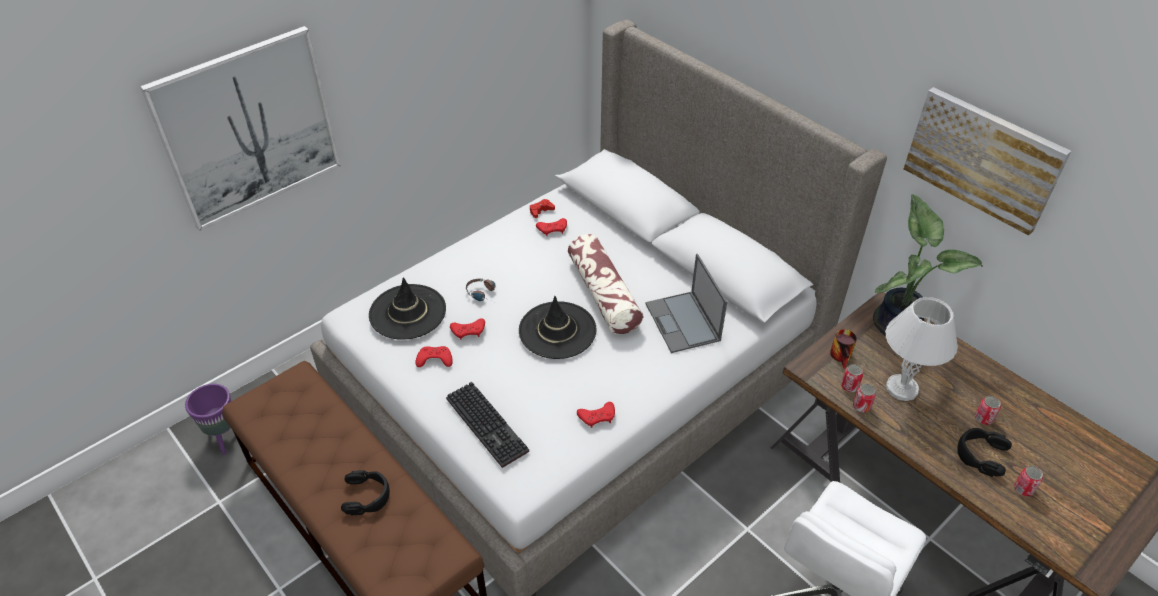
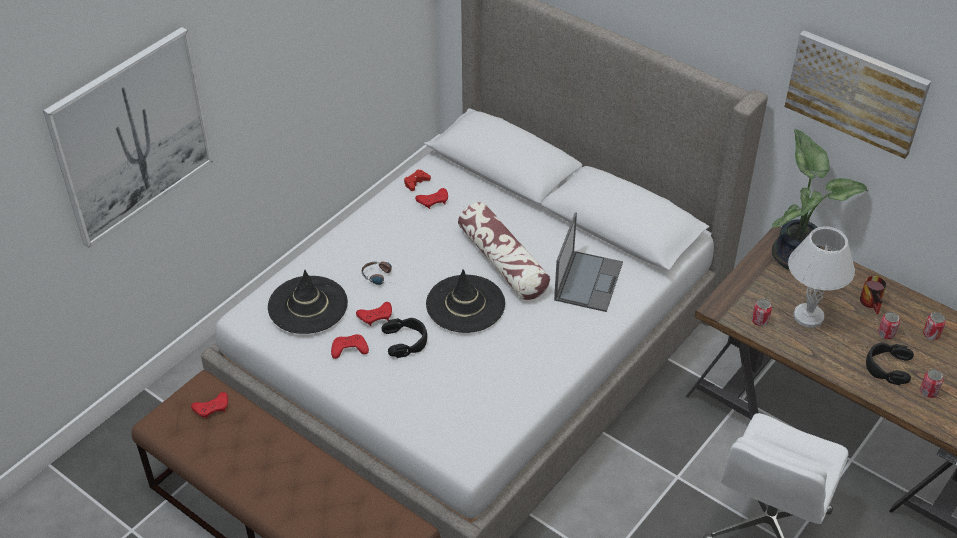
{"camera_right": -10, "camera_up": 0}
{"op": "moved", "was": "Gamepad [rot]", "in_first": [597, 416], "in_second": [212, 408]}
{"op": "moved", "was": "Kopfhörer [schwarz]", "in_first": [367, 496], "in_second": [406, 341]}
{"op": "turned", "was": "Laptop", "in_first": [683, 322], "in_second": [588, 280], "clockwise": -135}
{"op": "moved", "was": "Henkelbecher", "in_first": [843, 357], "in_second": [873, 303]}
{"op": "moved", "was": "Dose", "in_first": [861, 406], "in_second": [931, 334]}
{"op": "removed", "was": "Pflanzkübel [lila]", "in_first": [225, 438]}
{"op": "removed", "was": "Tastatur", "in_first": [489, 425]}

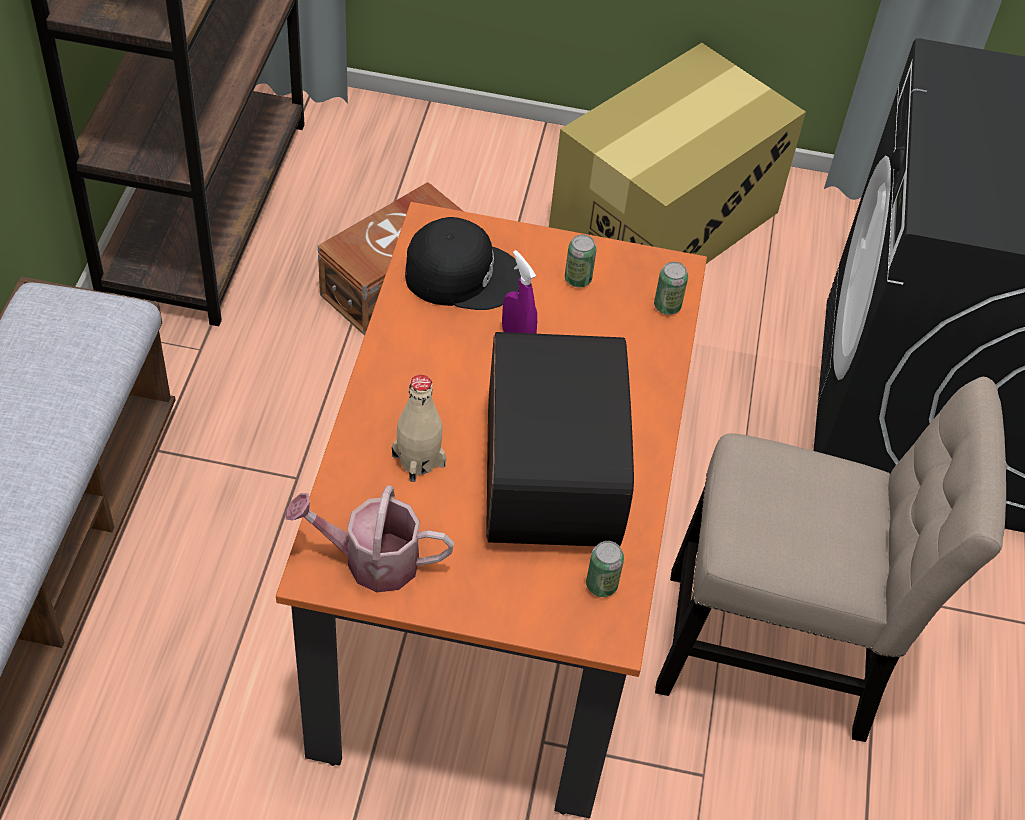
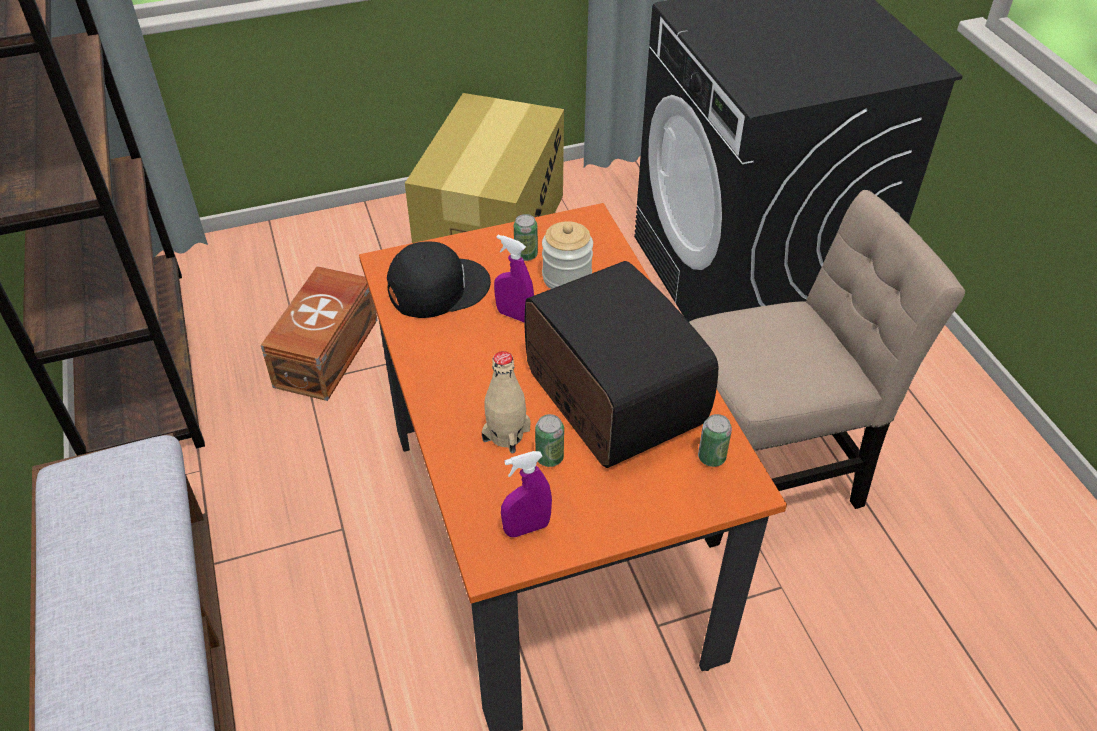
{"camera_right": -25, "camera_up": -5}
{"op": "replaced", "was": "Gießkanne", "now": "Sprühflasche [lila]", "in_first": [371, 560], "in_second": [526, 528]}
{"op": "moved", "was": "Dose", "in_first": [667, 306], "in_second": [549, 457]}
{"op": "added", "now": "Vorratsglas", "in_second": [567, 277]}

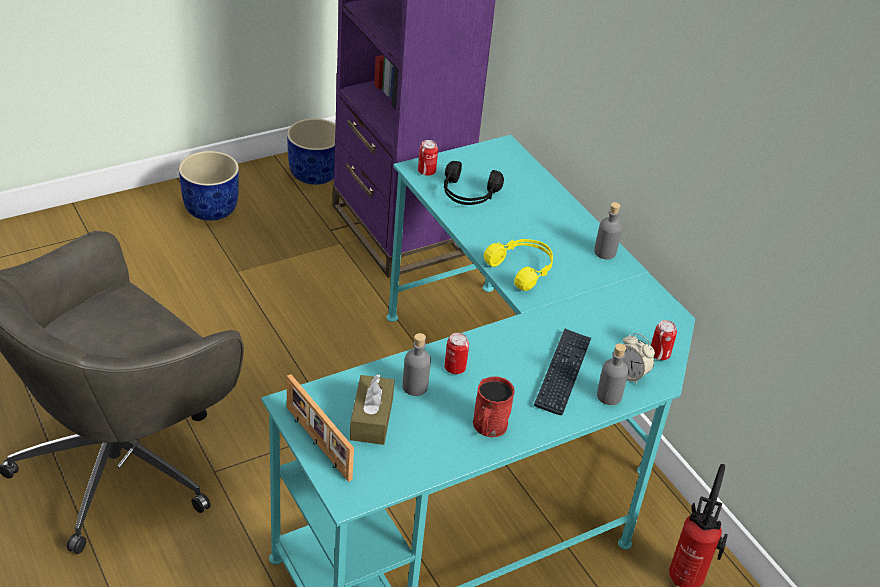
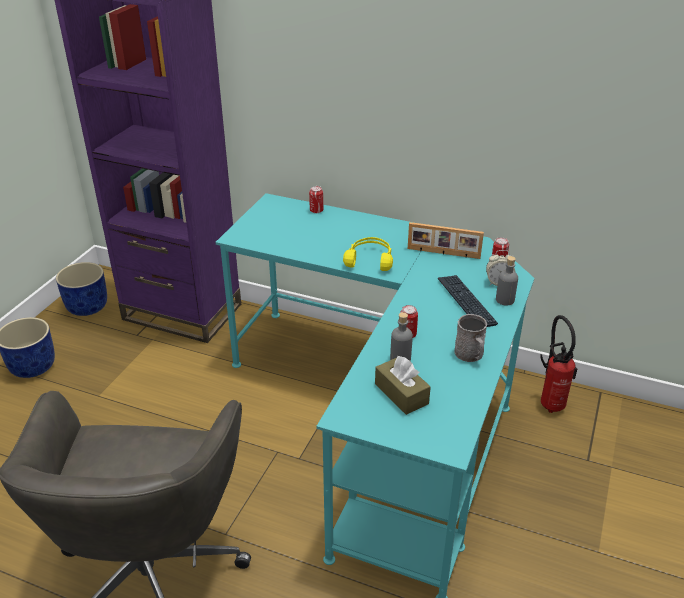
{"camera_right": -35, "camera_up": -5}
{"op": "moved", "was": "Dose", "in_first": [426, 171], "in_second": [316, 210]}
{"op": "moved", "was": "Bilderrahmen", "in_first": [317, 443], "in_second": [443, 253]}
{"op": "recoloured", "was": "Henkelbecher [rot]", "now": "Henkelbecher [grau]", "in_first": [489, 427], "in_second": [470, 355]}
{"op": "removed", "was": "Kopfhörer [schwarz]", "in_first": [468, 194]}
{"op": "removed", "was": "Flasche [grau]", "in_first": [605, 252]}

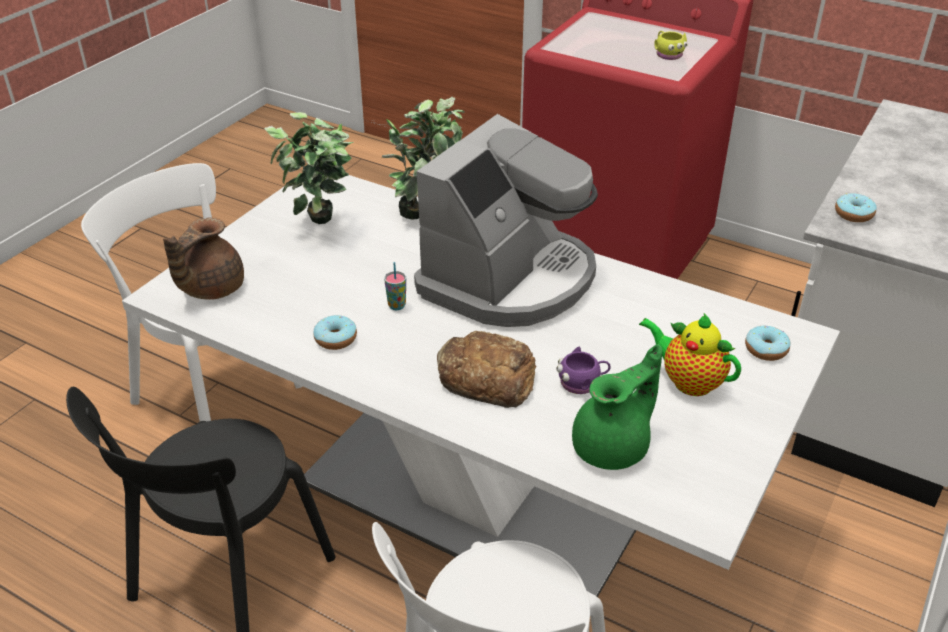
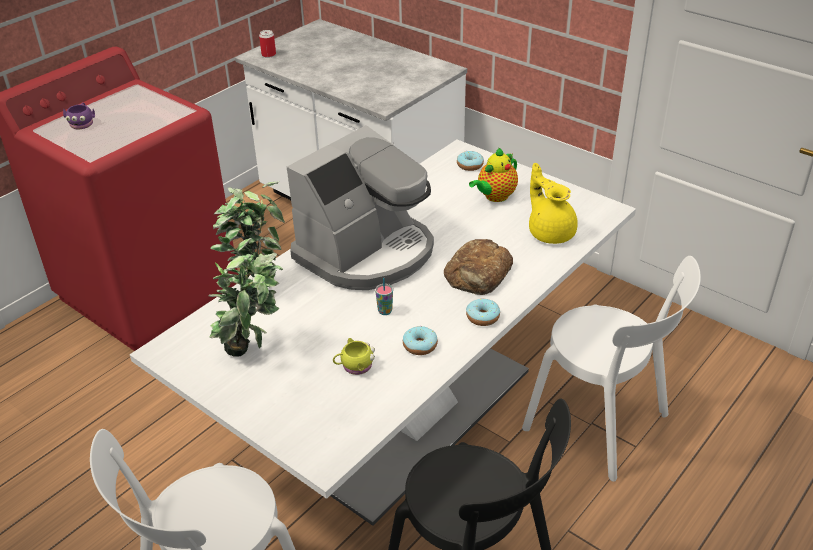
{"camera_right": -80, "camera_up": 0}
{"op": "moved", "was": "Henkelbecher [lila]", "in_first": [582, 382], "in_second": [82, 123]}
{"op": "added", "now": "Dose", "in_second": [268, 55]}
{"op": "turned", "was": "Kaffeemaschine", "in_first": [509, 279], "in_second": [367, 253], "clockwise": 90}
{"op": "moved", "was": "Henkelbecher [gelb]", "in_first": [667, 54], "in_second": [354, 366]}
{"op": "moved", "was": "Donut", "in_first": [853, 214], "in_second": [482, 317]}
{"op": "recoloured", "was": "Teekanne [grün]", "now": "Teekanne [gelb]", "in_first": [613, 447], "in_second": [550, 232]}
{"op": "removed", "was": "Teekanne [braun]", "in_first": [210, 288]}

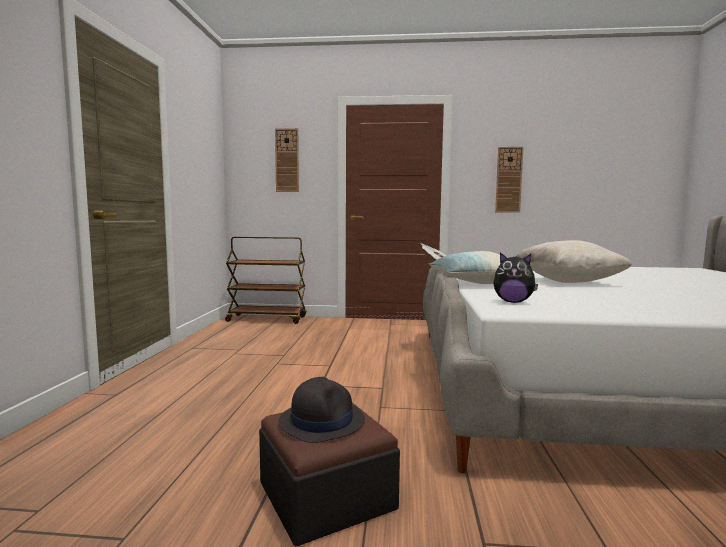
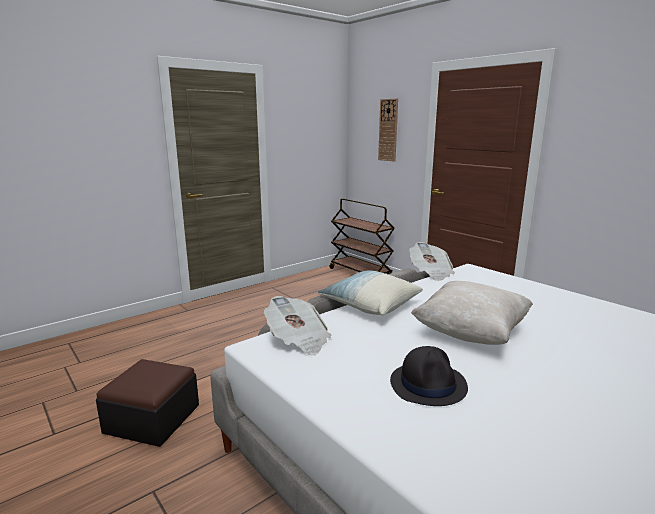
{"camera_right": 45, "camera_up": 10}
{"op": "replaced", "was": "Plüschtier", "now": "Zeitung", "in_first": [513, 302], "in_second": [298, 340]}
{"op": "moved", "was": "Hut [schwarz]", "in_first": [322, 421], "in_second": [428, 384]}
{"op": "removed", "was": "Wanduhr", "in_first": [508, 180]}

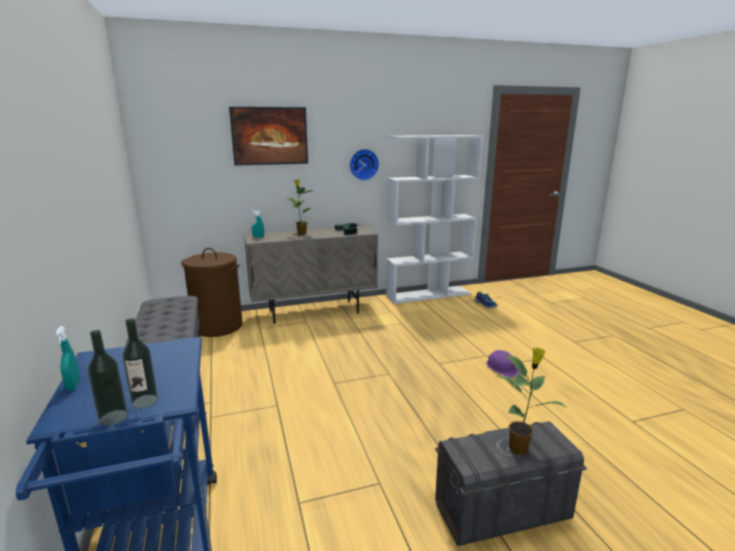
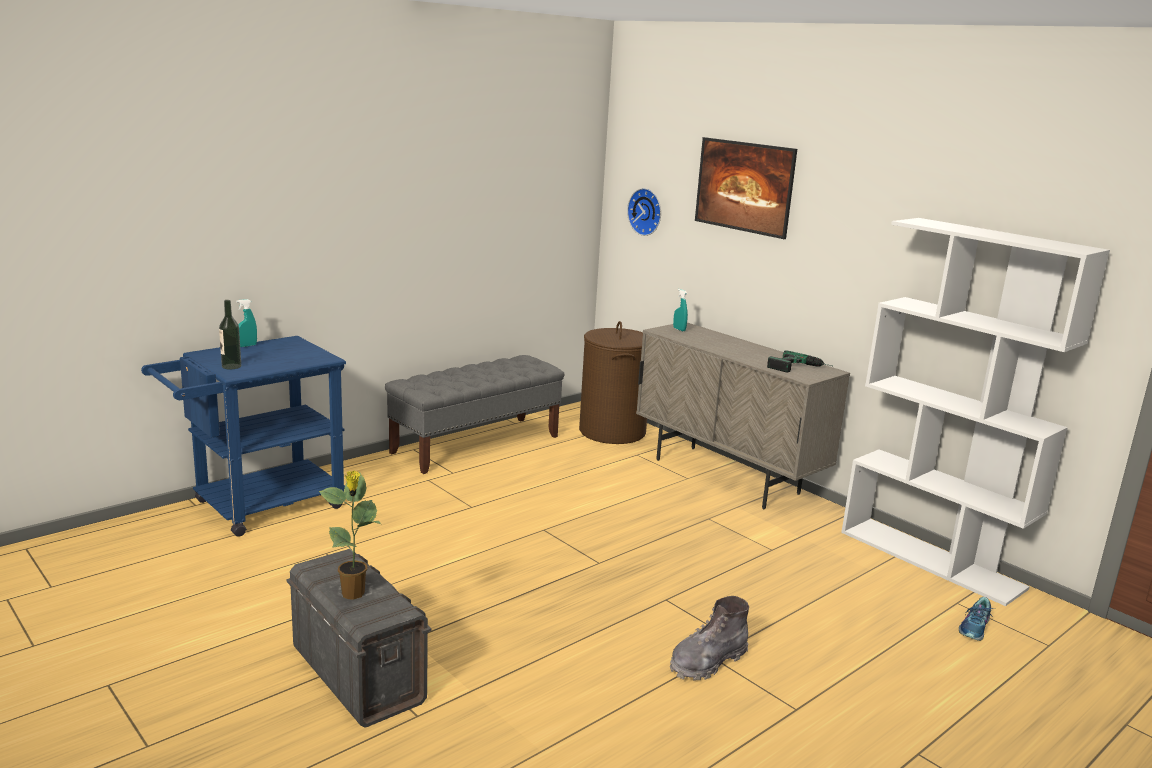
{"camera_right": 65, "camera_up": 0}
{"op": "moved", "was": "Wanduhr", "in_first": [363, 164], "in_second": [646, 211]}
{"op": "replaced", "was": "Schutzhelm [lila]", "now": "Stiefel [grau]", "in_first": [503, 368], "in_second": [707, 662]}
{"op": "removed", "was": "Flasche", "in_first": [113, 417]}
{"op": "removed", "was": "Topfpflanze", "in_first": [301, 233]}

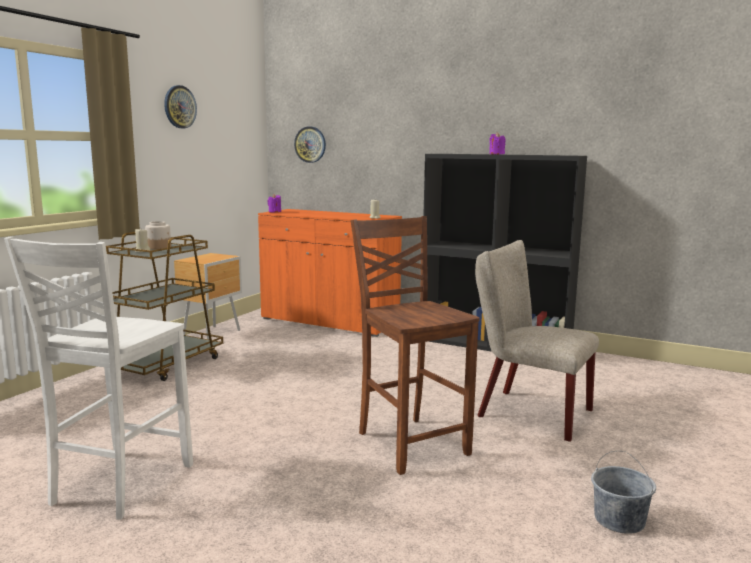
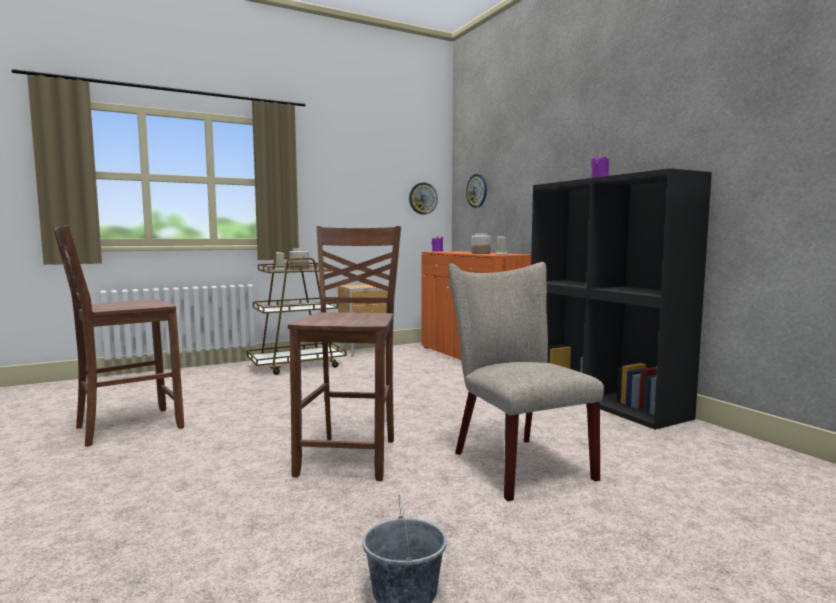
{"camera_right": 35, "camera_up": -5}
{"op": "recoloured", "was": "Stuhl [weiß]", "now": "Stuhl [braun]", "in_first": [119, 485], "in_second": [126, 427]}
{"op": "moved", "was": "Wanduhr", "in_first": [179, 107], "in_second": [422, 198]}
{"op": "added", "now": "Vorratsglas", "in_second": [480, 253]}

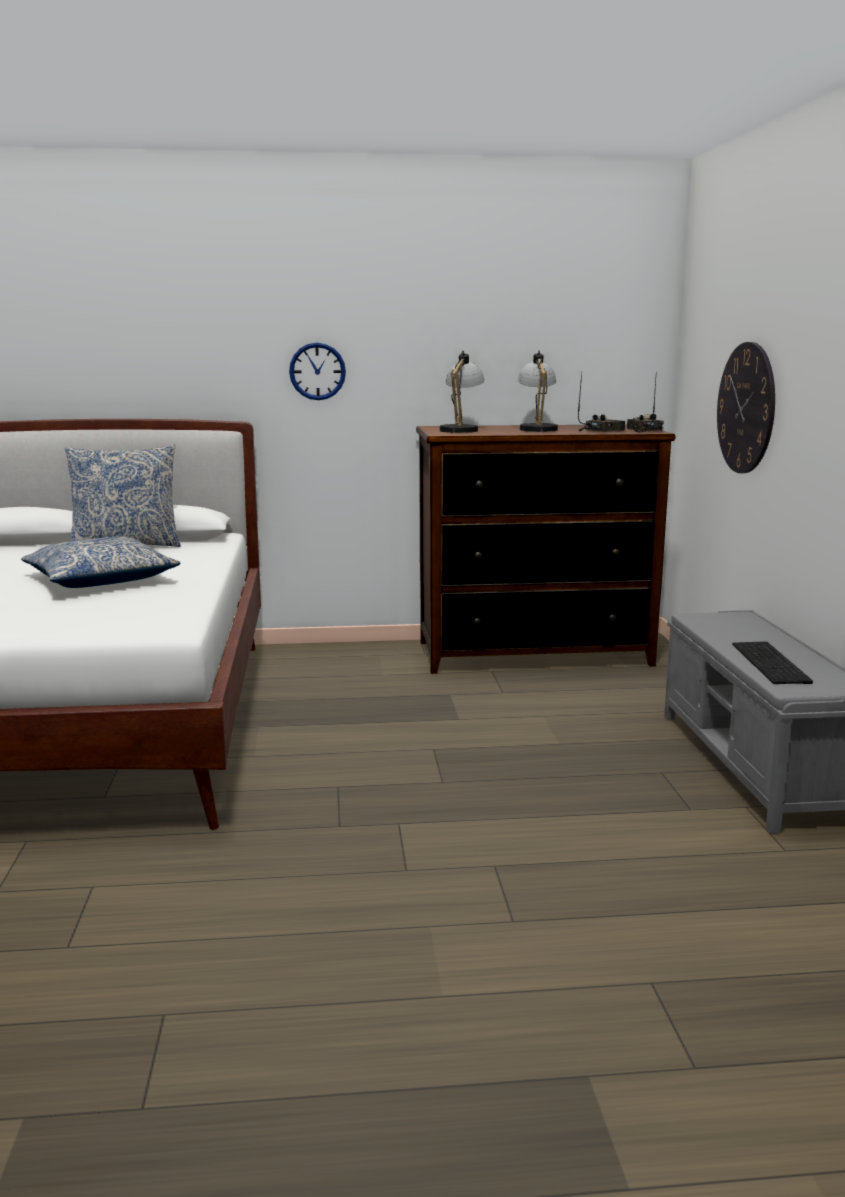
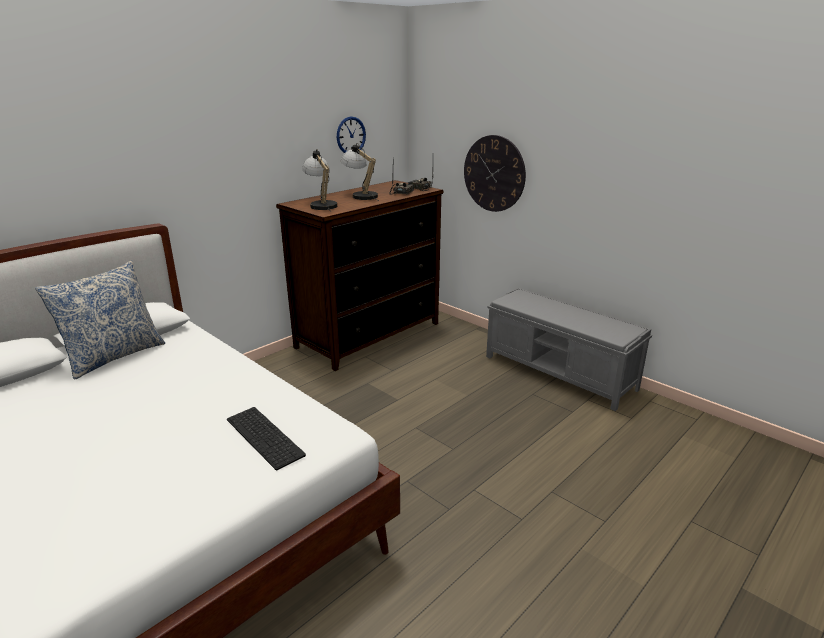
{"camera_right": -40, "camera_up": 10}
{"op": "moved", "was": "Tastatur", "in_first": [772, 663], "in_second": [267, 436]}
{"op": "moved", "was": "Wanduhr", "in_first": [317, 371], "in_second": [351, 135]}
{"op": "removed", "was": "Kissen", "in_first": [100, 580]}

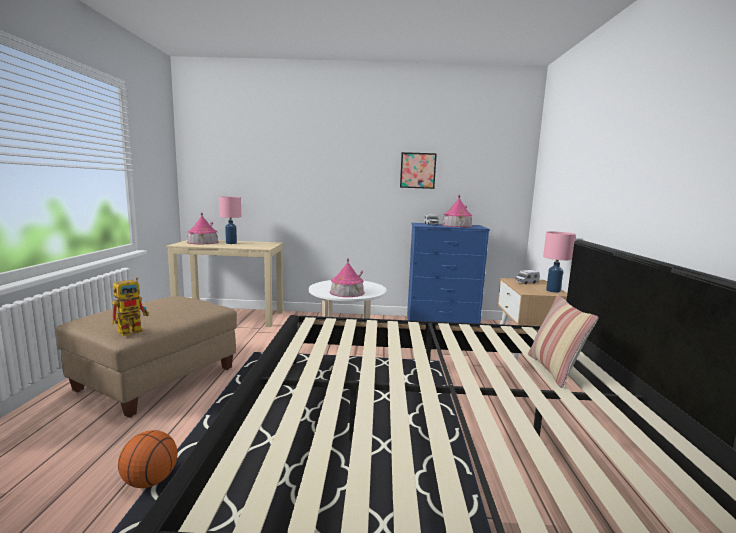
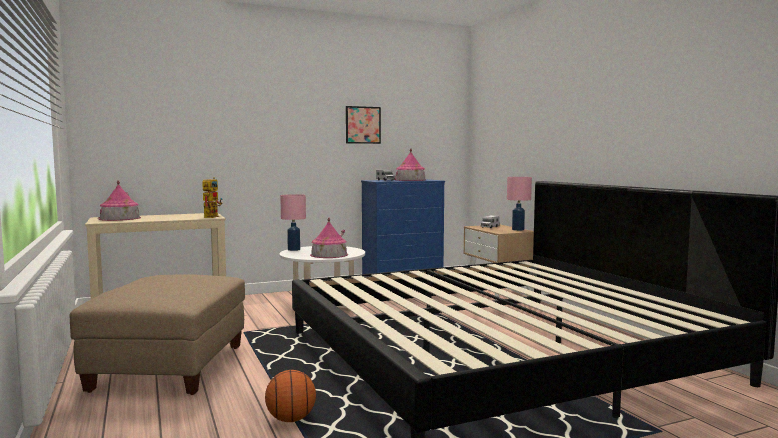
{"camera_right": -25, "camera_up": -5}
{"op": "moved", "was": "Spielzeugroboter", "in_first": [134, 330], "in_second": [212, 216]}
{"op": "moved", "was": "Tischlampe [rosa]", "in_first": [231, 243], "in_second": [293, 250]}
{"op": "removed", "was": "Kissen", "in_first": [554, 370]}

